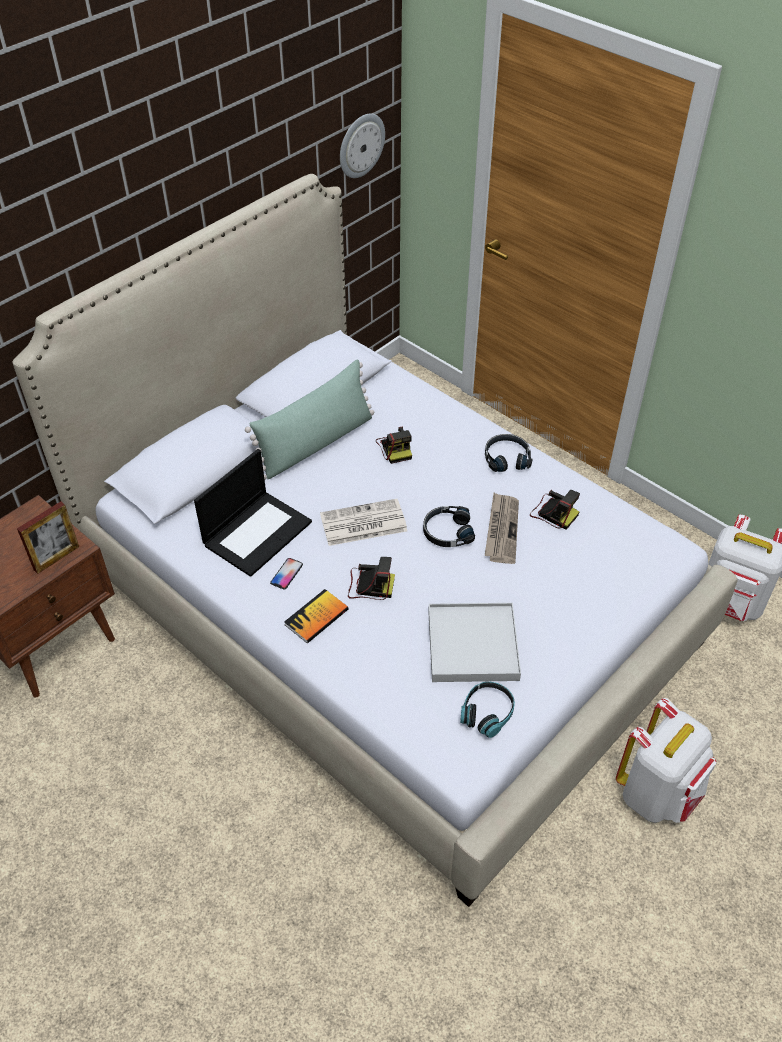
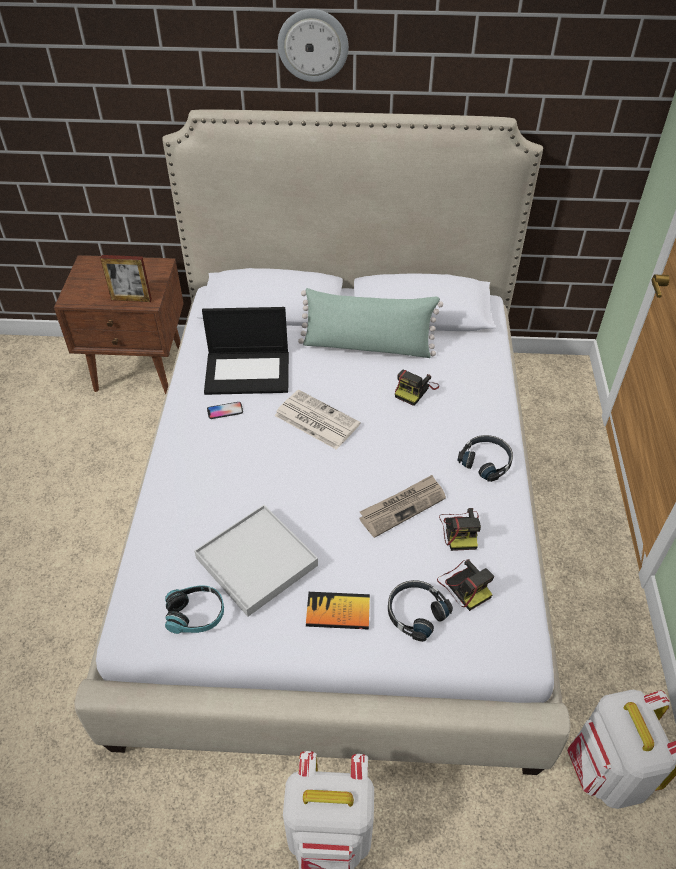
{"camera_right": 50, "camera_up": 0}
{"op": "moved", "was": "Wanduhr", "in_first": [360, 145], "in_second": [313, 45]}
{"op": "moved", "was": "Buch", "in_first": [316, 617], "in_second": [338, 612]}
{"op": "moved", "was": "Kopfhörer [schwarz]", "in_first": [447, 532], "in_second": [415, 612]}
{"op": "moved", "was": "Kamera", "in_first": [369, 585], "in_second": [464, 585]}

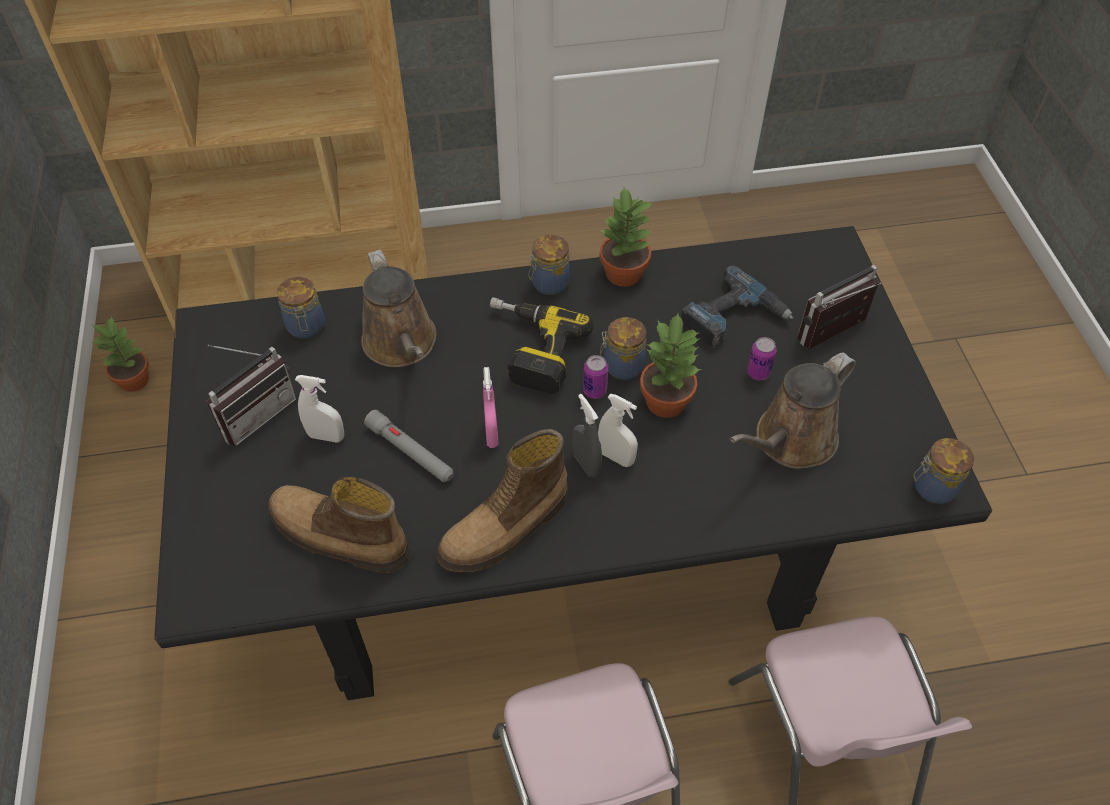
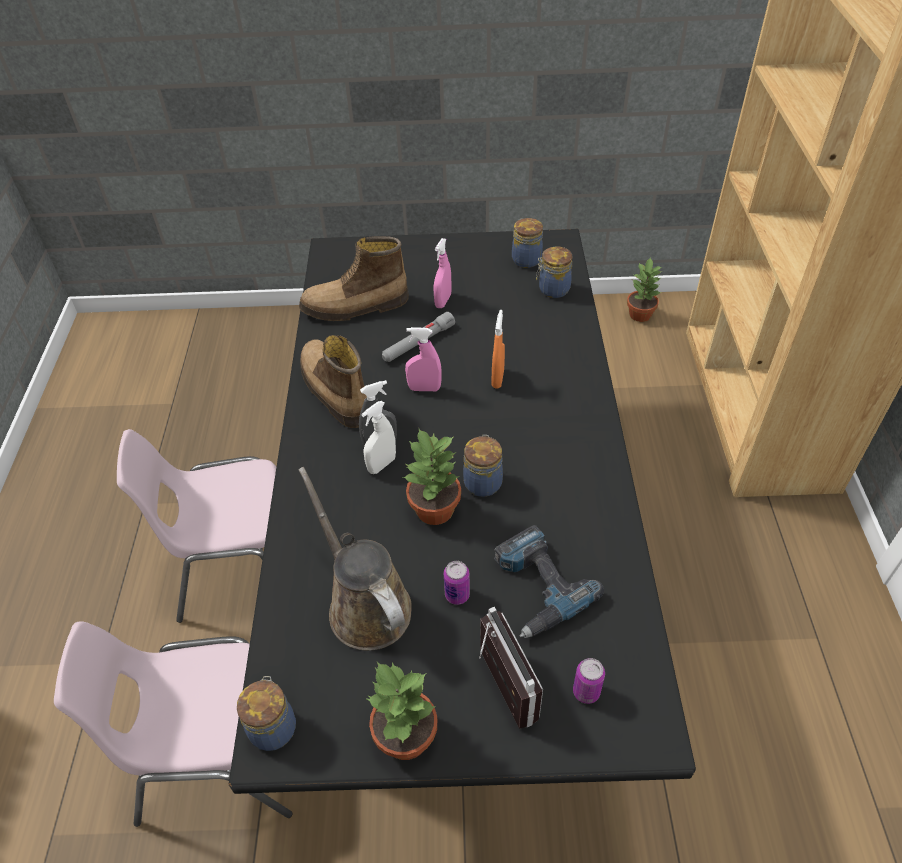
{"camera_right": 100, "camera_up": -5}
{"op": "turned", "was": "Stiefel", "in_first": [338, 537], "in_second": [355, 307], "clockwise": -135}
{"op": "moved", "was": "Topfpflanze", "in_first": [623, 274], "in_second": [404, 736]}
{"op": "recoloured", "was": "Sprühflasche [weiß]", "now": "Sprühflasche [rosa]", "in_first": [326, 436], "in_second": [443, 301]}
{"op": "added", "now": "Sprühflasche [orange]", "in_second": [497, 379]}
{"op": "moved", "was": "Vorratsglas", "in_first": [548, 284], "in_second": [526, 259]}
{"op": "moved", "was": "Dose", "in_first": [594, 391], "in_second": [586, 692]}
{"op": "removed", "was": "Radio", "in_first": [255, 412]}
{"op": "removed", "was": "Gießkanne [braun]", "in_first": [402, 344]}
{"op": "removed", "was": "Bohrmaschine", "in_first": [529, 349]}

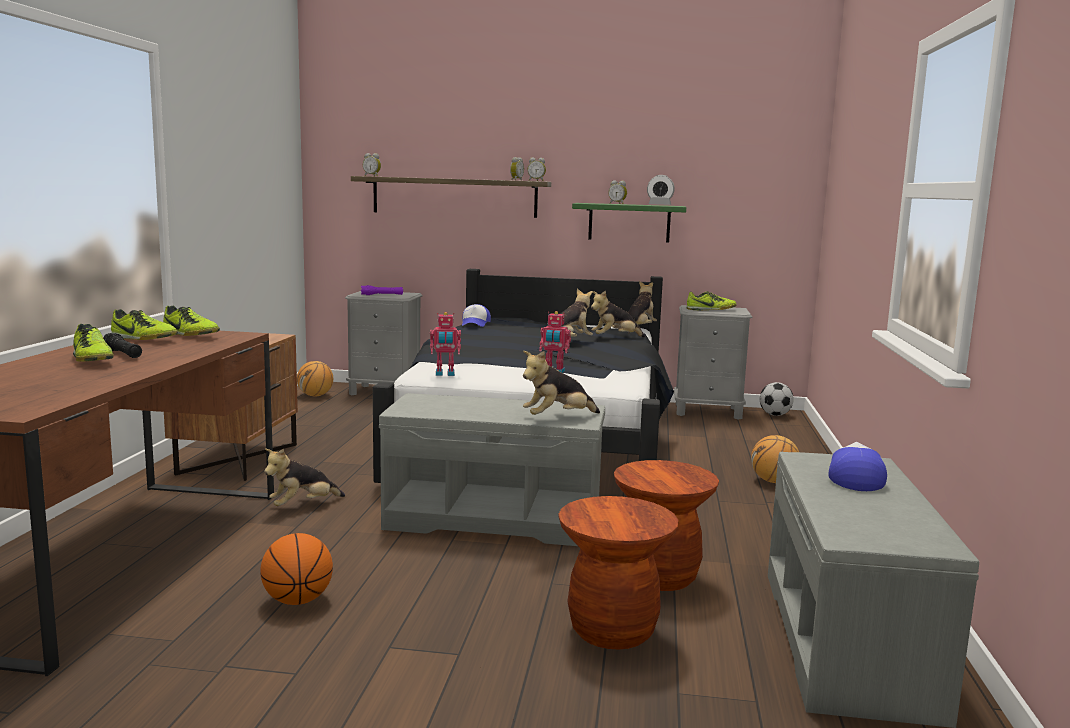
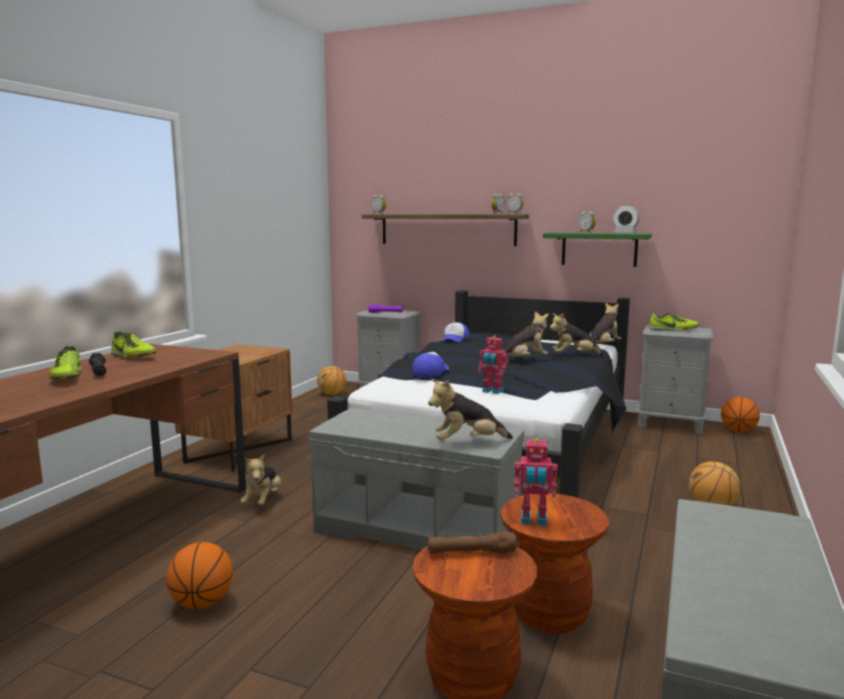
{"camera_right": 15, "camera_up": 0}
{"op": "turned", "was": "Plüschtier", "in_first": [303, 505], "in_second": [263, 500], "clockwise": -60}
{"op": "moved", "was": "Kappe", "in_first": [854, 478], "in_second": [431, 372]}
{"op": "added", "now": "Taschenlampe [braun]", "in_second": [471, 552]}
{"op": "moved", "was": "Spielzeugroboter", "in_first": [445, 374], "in_second": [533, 520]}
{"op": "replaced", "was": "Fußball", "now": "Basketball", "in_first": [775, 415], "in_second": [738, 431]}
{"op": "removed", "was": "Schuh", "in_first": [190, 335]}

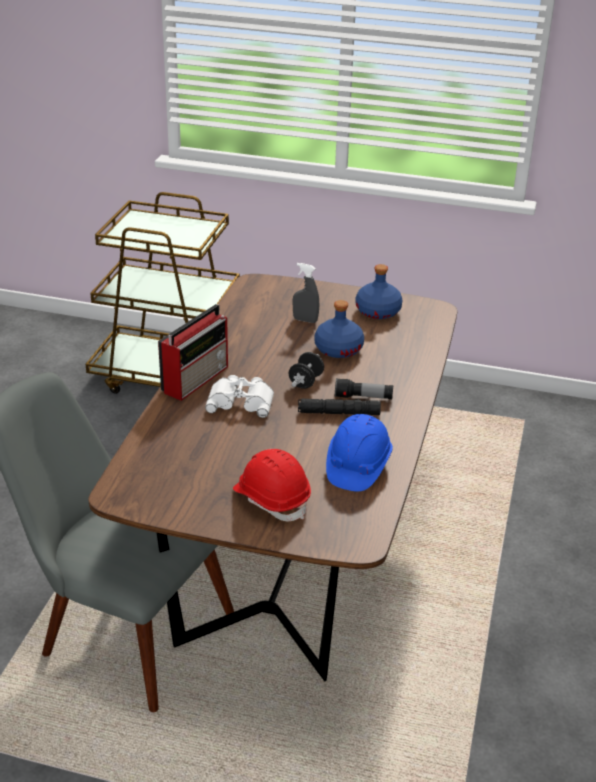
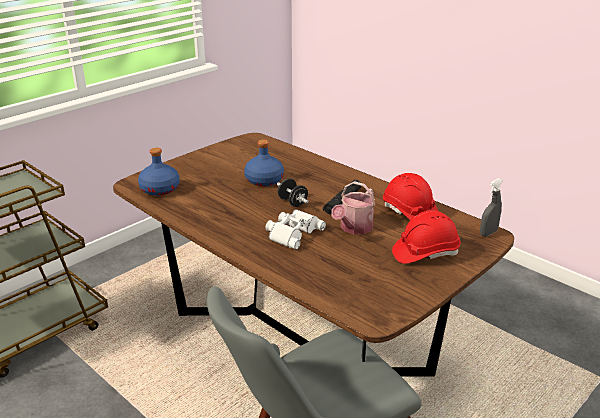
{"camera_right": -60, "camera_up": -5}
{"op": "moved", "was": "Flasche [blau]", "in_first": [378, 311], "in_second": [160, 189]}
{"op": "added", "now": "Gießkanne", "in_second": [354, 228]}
{"op": "recoloured", "was": "Schutzhelm [blau]", "now": "Schutzhelm [rot]", "in_first": [357, 466], "in_second": [409, 213]}
{"op": "moved", "was": "Sprühflasche [grau]", "in_first": [305, 320], "in_second": [488, 233]}
{"op": "removed", "was": "Radio", "in_first": [196, 378]}
{"op": "removed", "was": "Taschenlampe", "in_first": [363, 397]}

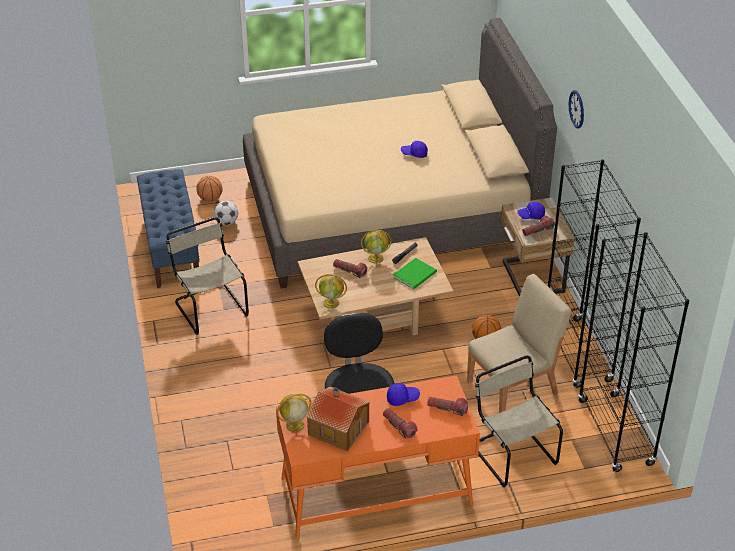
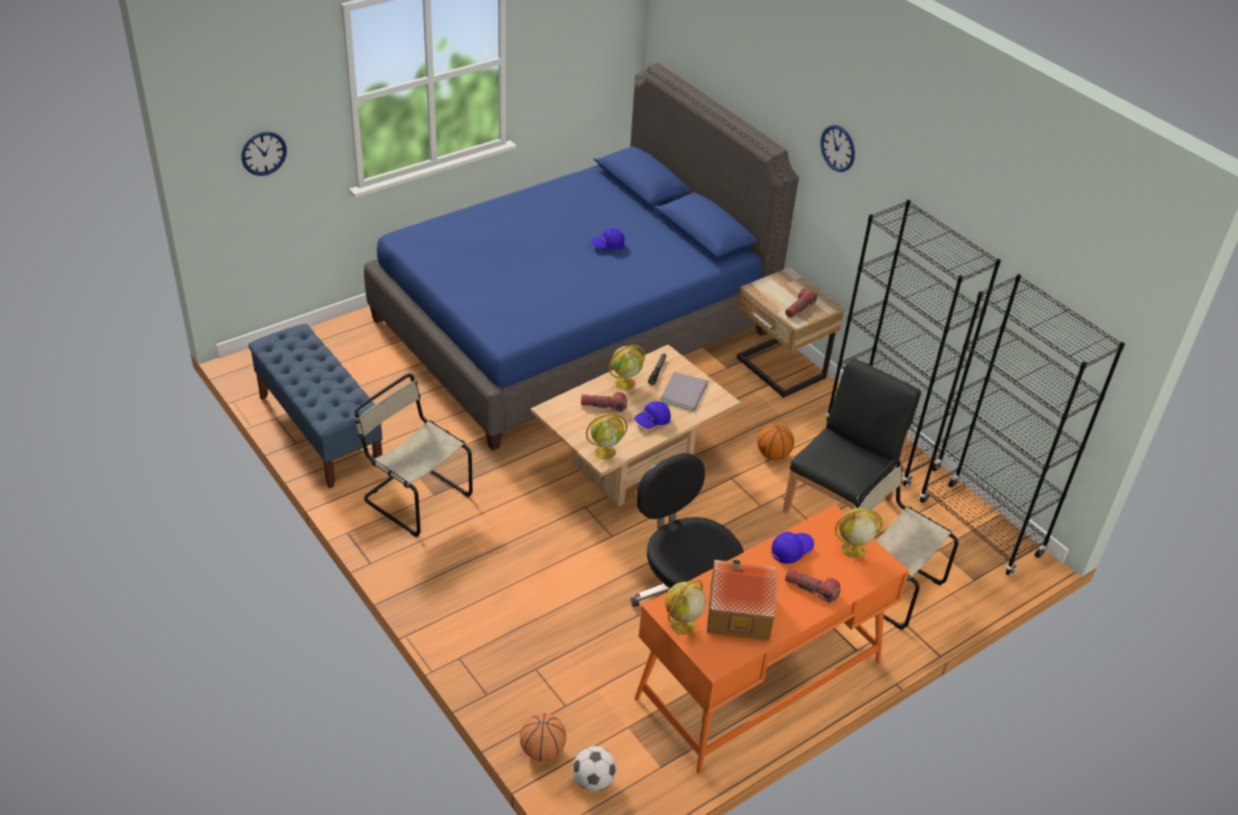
{"camera_right": -25, "camera_up": 0}
{"op": "added", "now": "Wanduhr", "in_second": [263, 153]}
{"op": "recoloured", "was": "Bett [beige]", "now": "Bett [blau]", "in_first": [390, 211], "in_second": [571, 326]}
{"op": "moved", "was": "Basketball", "in_first": [210, 199], "in_second": [542, 750]}
{"op": "moved", "was": "Fußball", "in_first": [226, 222], "in_second": [593, 781]}
{"op": "moved", "was": "Kappe [blau]", "in_first": [531, 216], "in_second": [652, 421]}
{"op": "recoloured", "was": "Buch [grün]", "now": "Buch [grau]", "in_first": [416, 274], "in_second": [685, 392]}
{"op": "recoloured", "was": "Stuhl [beige]", "now": "Stuhl [schwarz]", "in_first": [513, 388], "in_second": [839, 505]}
{"op": "replaced", "was": "Taschenlampe", "now": "Globus", "in_first": [447, 408], "in_second": [852, 550]}

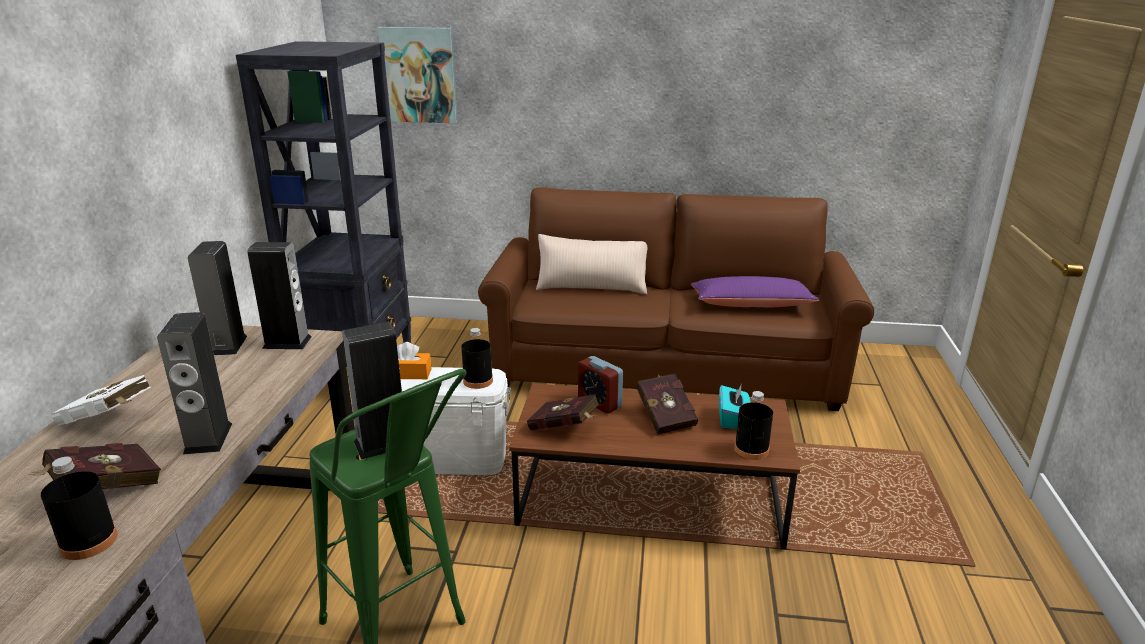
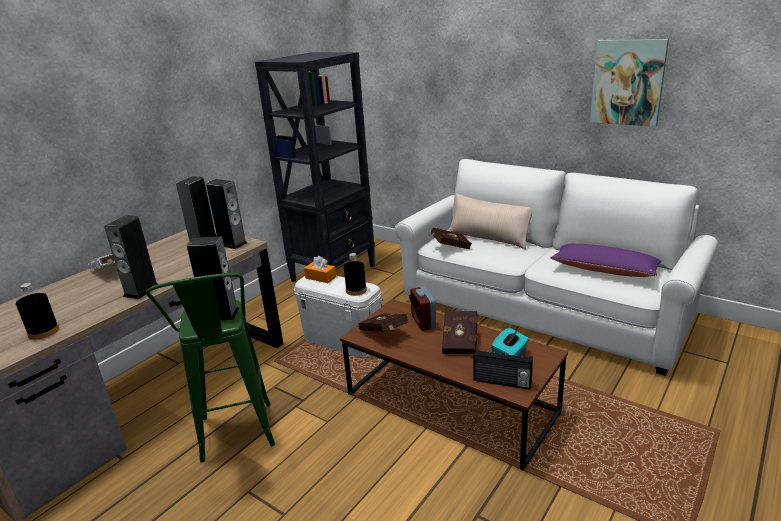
{"camera_right": 30, "camera_up": 0}
{"op": "recoloured", "was": "Sofa [braun]", "now": "Sofa [weiß]", "in_first": [666, 366], "in_second": [543, 309]}
{"op": "moved", "was": "Buch [rot]", "in_first": [103, 489], "in_second": [449, 247]}
{"op": "replaced", "was": "Flasche [schwarz]", "now": "Radio", "in_first": [751, 450], "in_second": [502, 382]}
{"op": "moved", "was": "Bild", "in_first": [419, 75], "in_second": [627, 82]}

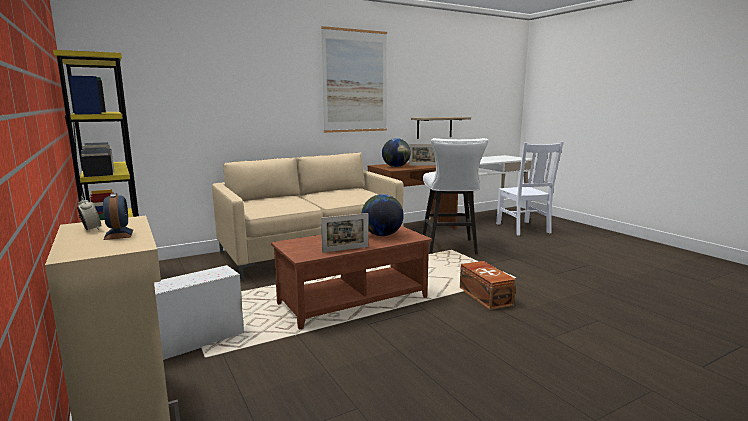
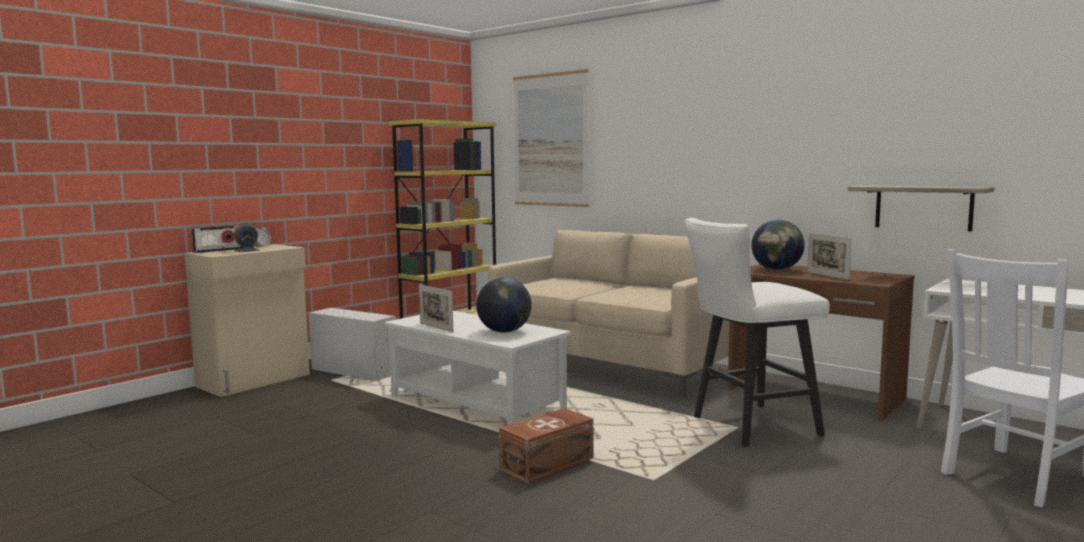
{"camera_right": 70, "camera_up": -5}
{"op": "added", "now": "Radio", "in_second": [216, 251]}
{"op": "recoloured", "was": "Couchtisch [braun]", "now": "Couchtisch [weiß]", "in_first": [352, 300], "in_second": [477, 403]}
{"op": "moved", "was": "Bild", "in_first": [355, 81], "in_second": [550, 140]}

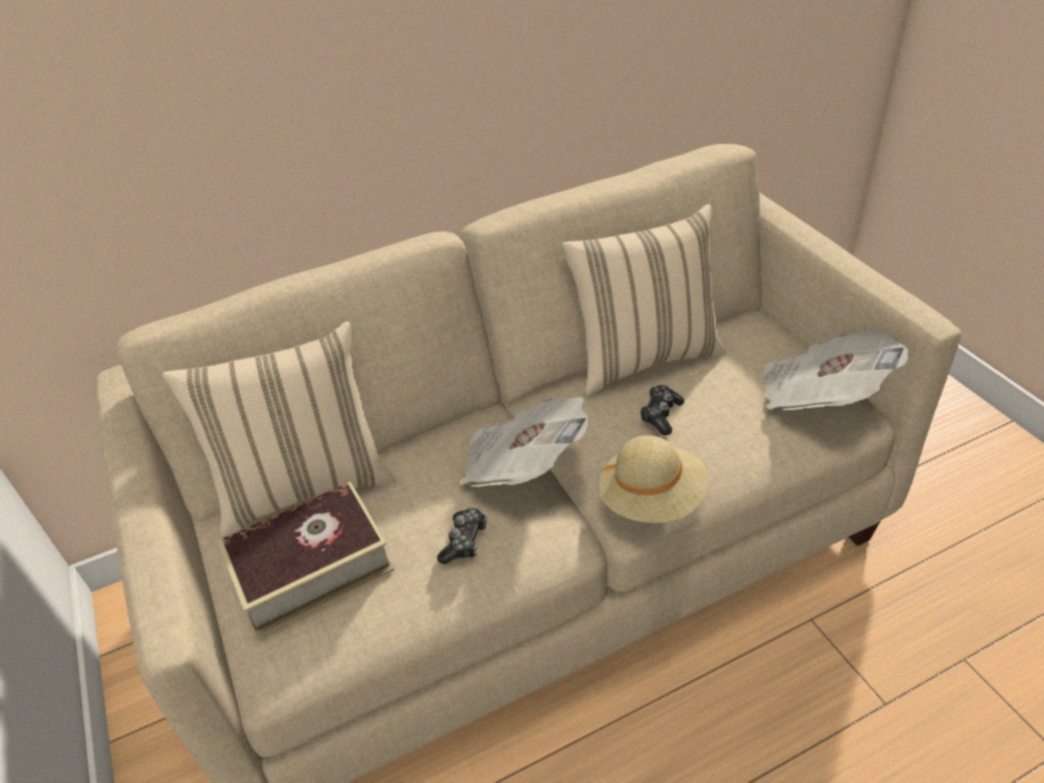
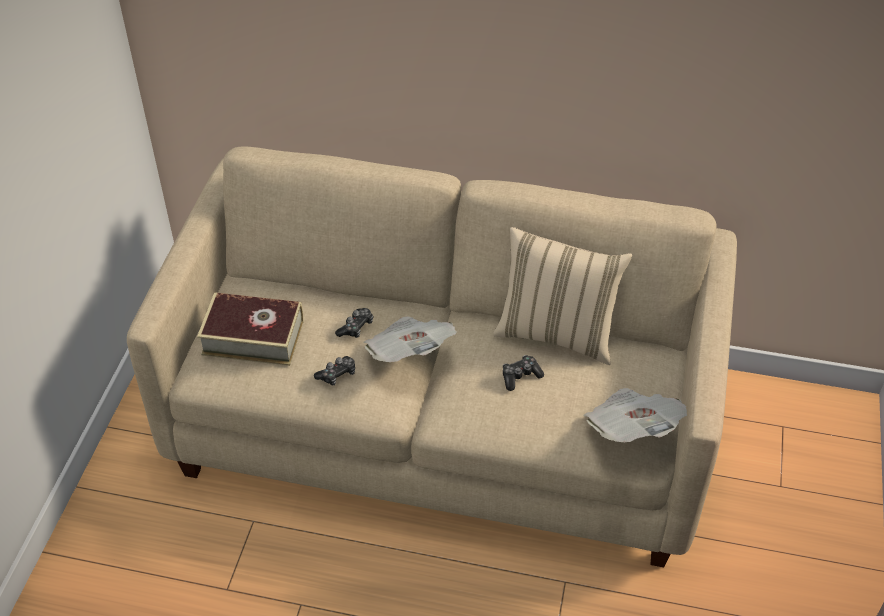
{"camera_right": 35, "camera_up": 5}
{"op": "added", "now": "Gamepad", "in_second": [356, 327]}
{"op": "removed", "was": "Kissen [beige]", "in_first": [305, 486]}
{"op": "removed", "was": "Hut [beige]", "in_first": [652, 499]}

